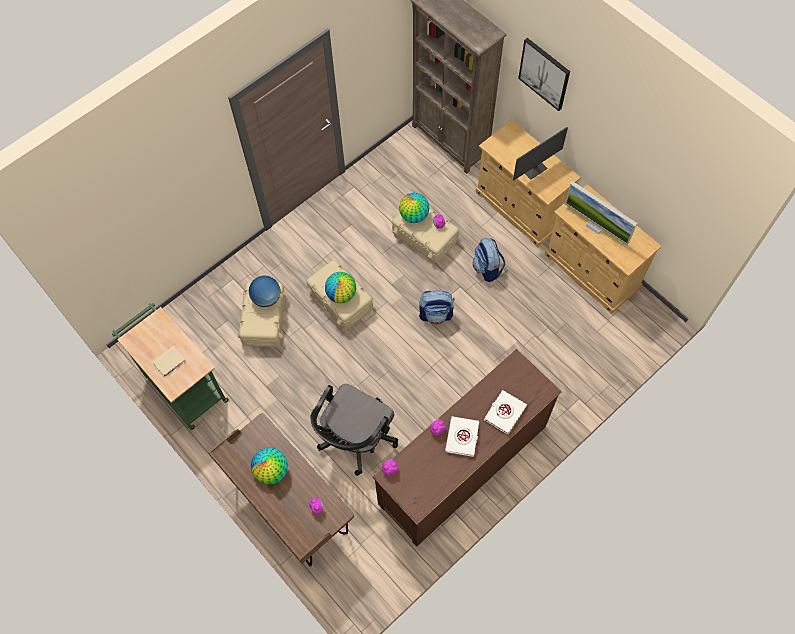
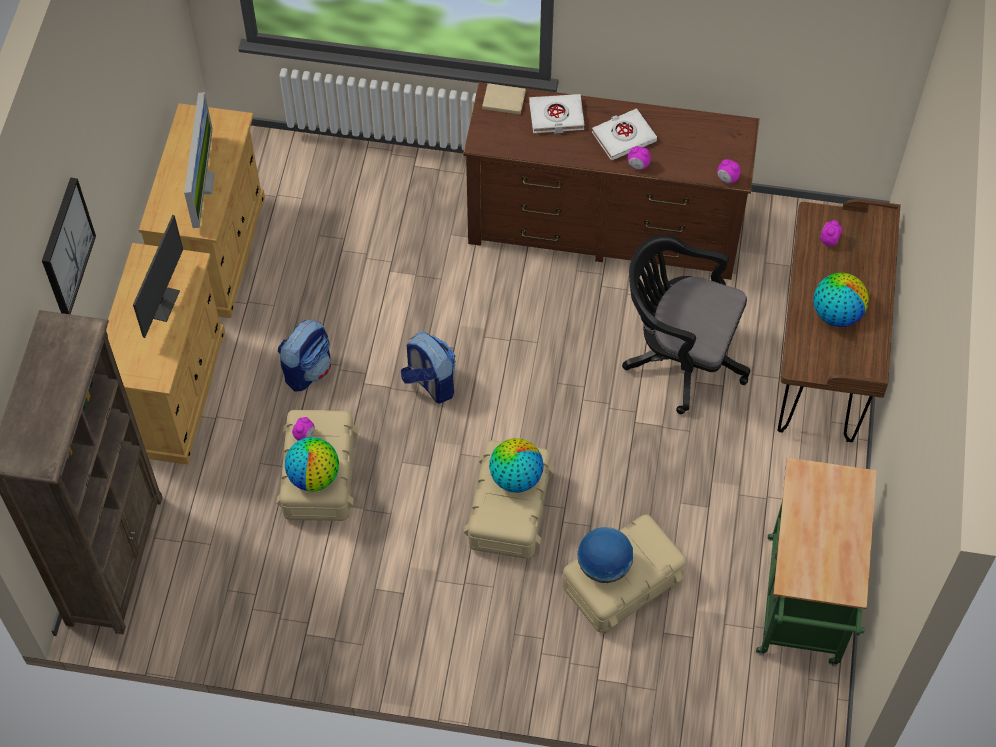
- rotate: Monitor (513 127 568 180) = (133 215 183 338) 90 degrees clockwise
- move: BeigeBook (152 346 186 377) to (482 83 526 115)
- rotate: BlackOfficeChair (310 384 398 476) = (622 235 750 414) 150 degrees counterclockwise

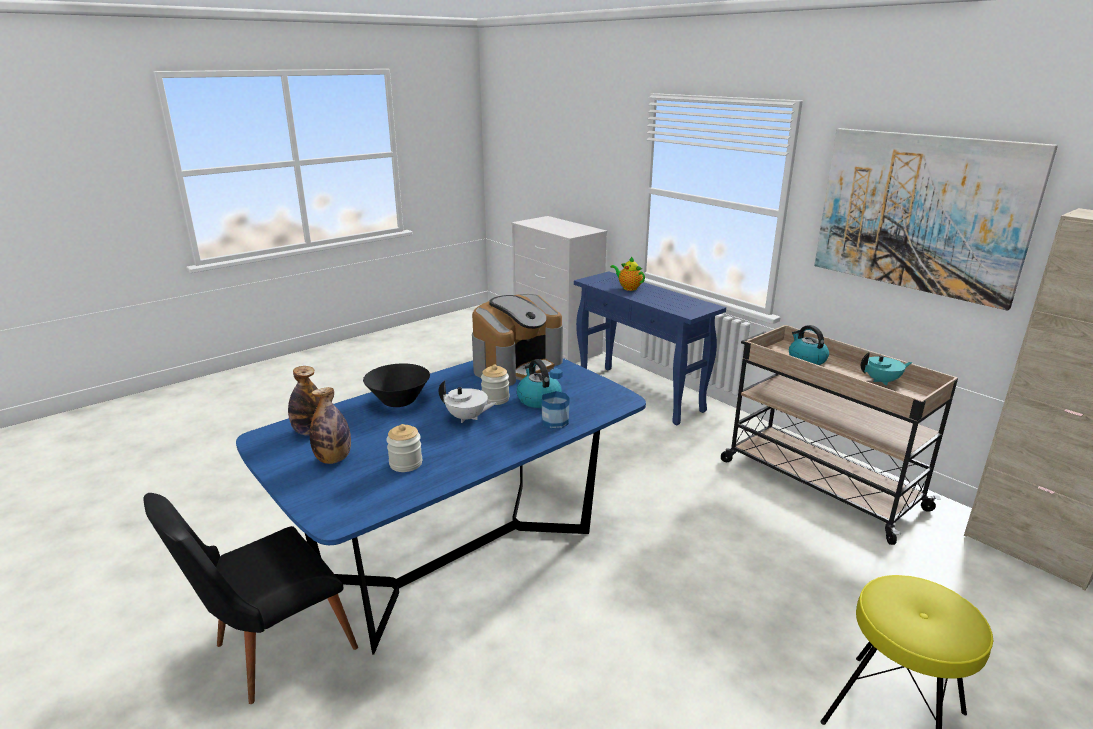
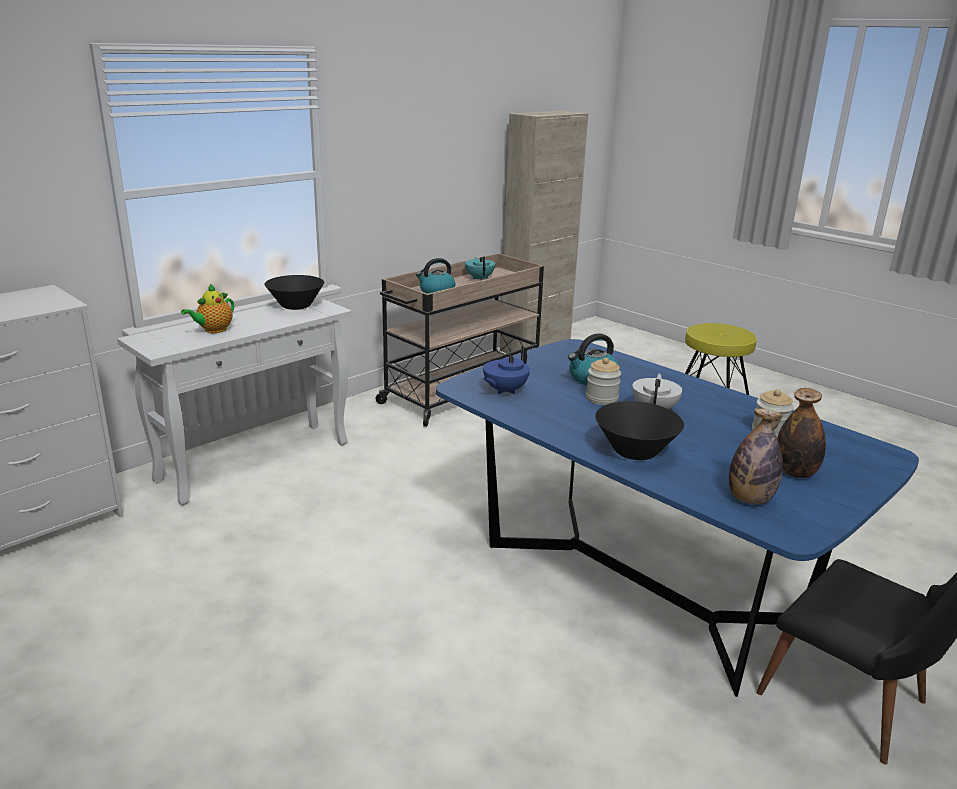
- delete: Picture (814 128 1058 311)
- recolor: BlueConsoleTable (574 271 726 425) to WhiteConsoleTable (117 296 352 505)
- replace: CoffeeMachine (472 294 563 386) to BlueTeapot (483 346 530 395)
- delete: Bottle (542 368 569 429)
- insert: BlackBowl (264 275 324 310)

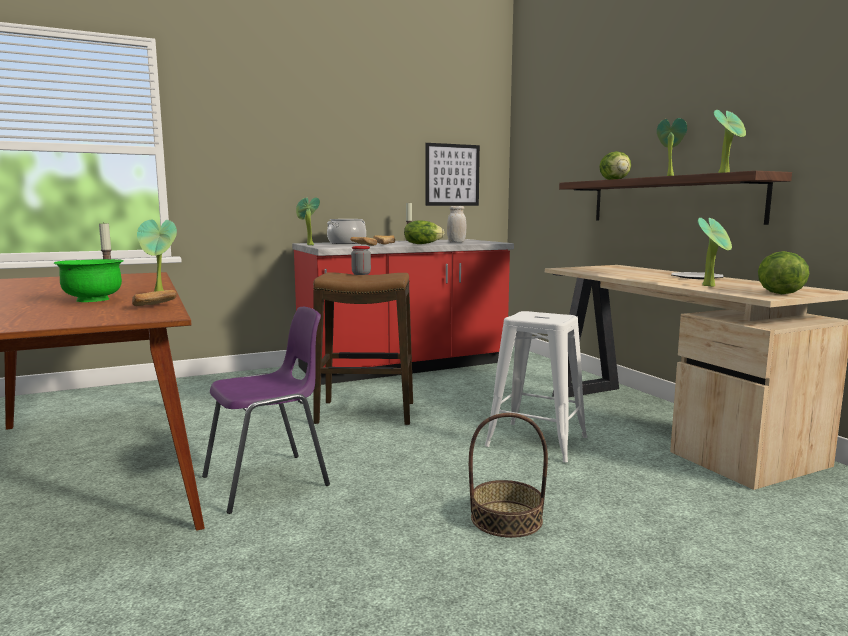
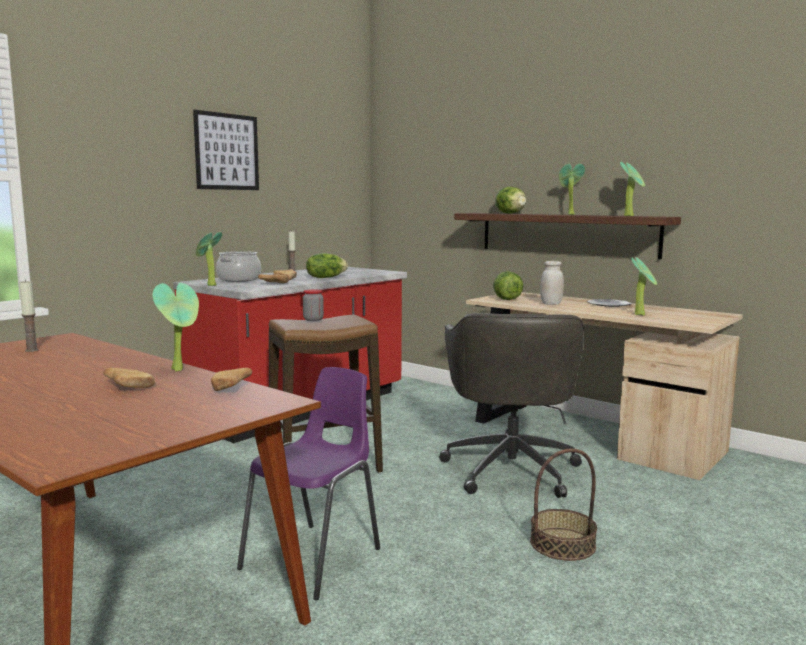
- move: Picture (426 143 480 206) to (193 110 259 190)
- move: WhiteJar (447 206 466 243) to (540 261 564 305)
- move: Lettuce (758 251 809 294) to (493 271 523 300)
- replace: GreenBowl (53 259 123 302) to Bread (103 368 155 388)
- replace: WhiteStool (485 311 587 462) to GreyOfficeChair (440 313 585 498)

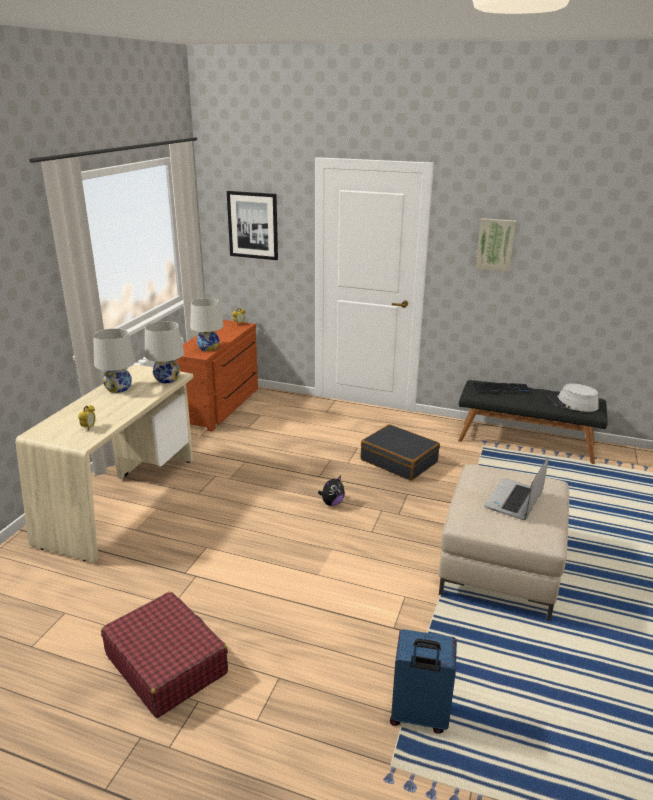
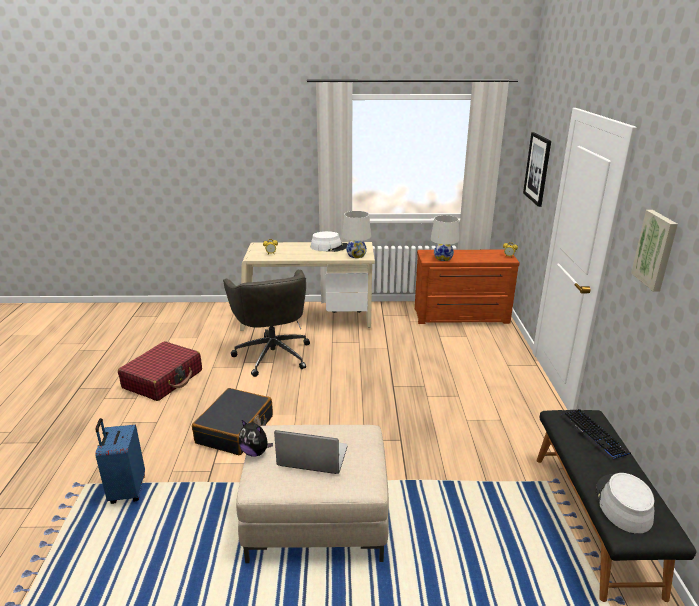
- replace: WhiteTableLamp (93 328 136 393) to WhiteHat (311 231 348 252)
- move: BlackSuitcase (361 424 440 481) to (192 388 273 455)
- move: PlushToy (318 476 345 506) to (239 420 273 456)
- insert: GreyOfficeChair (223 270 310 377)

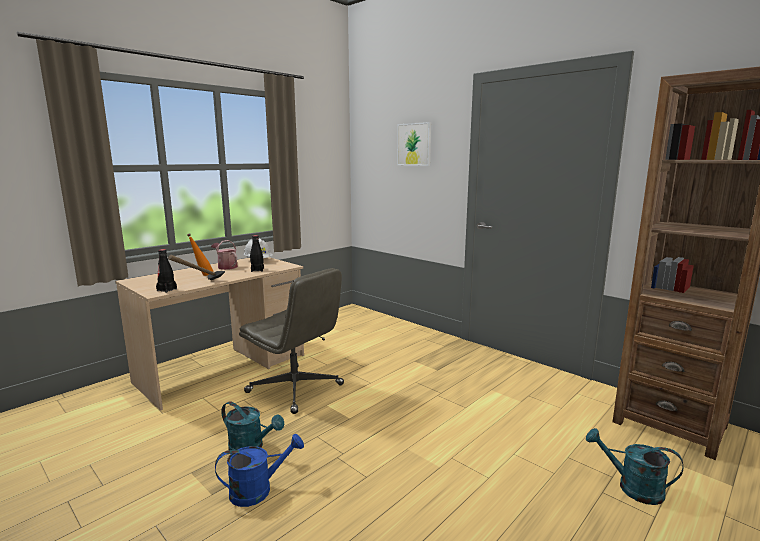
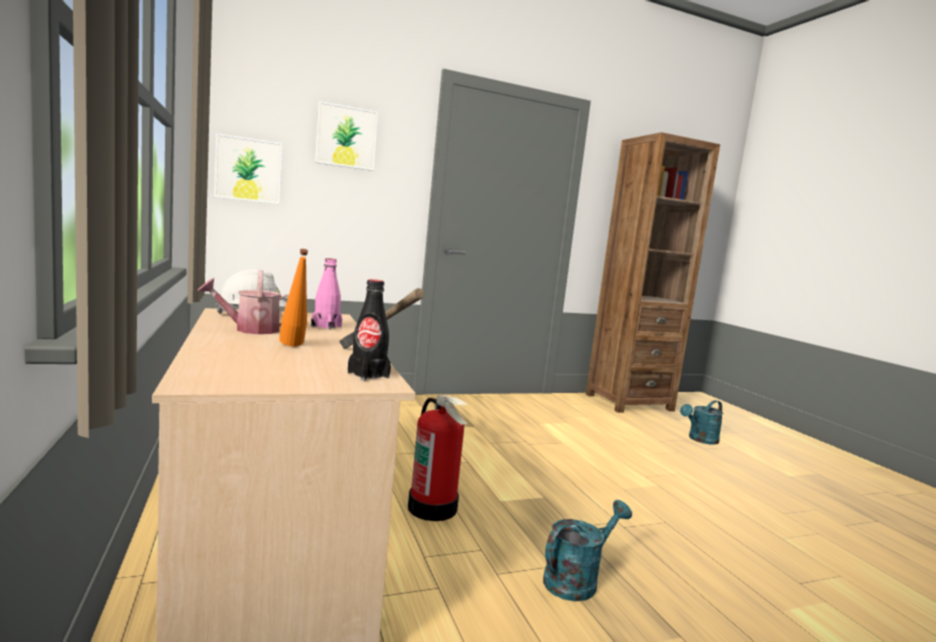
- recolor: BlackBottle (250 235 264 272) to PinkBottle (311 258 342 330)
- replace: GreyOfficeChair (239 268 344 414) to FireExtinguisher (408 395 468 521)
- delete: BlueWateringCan (215 434 304 507)
- insert: Picture (214 133 282 204)

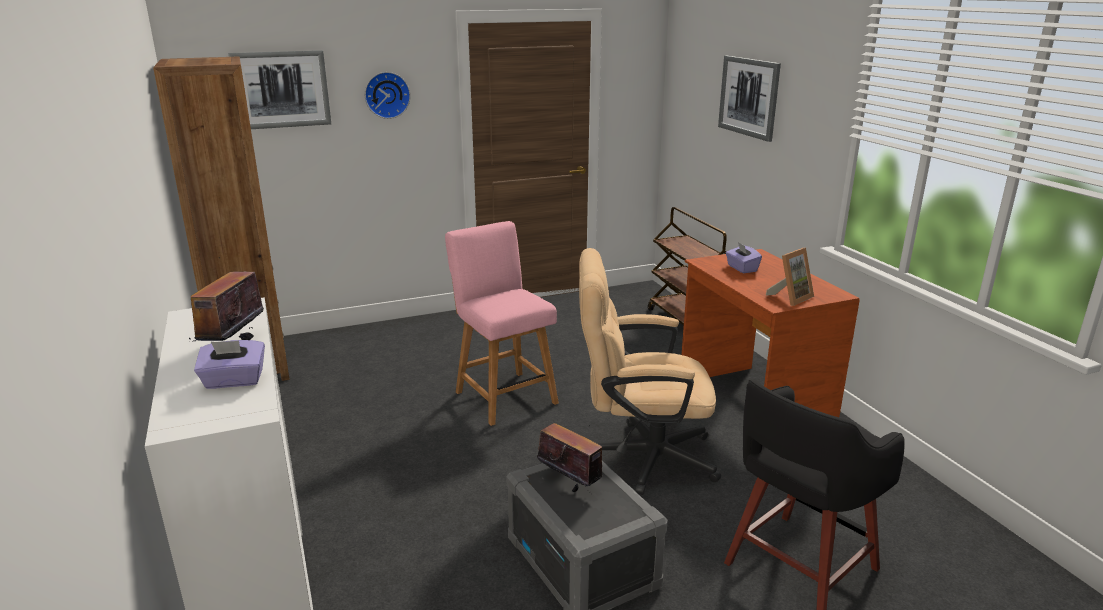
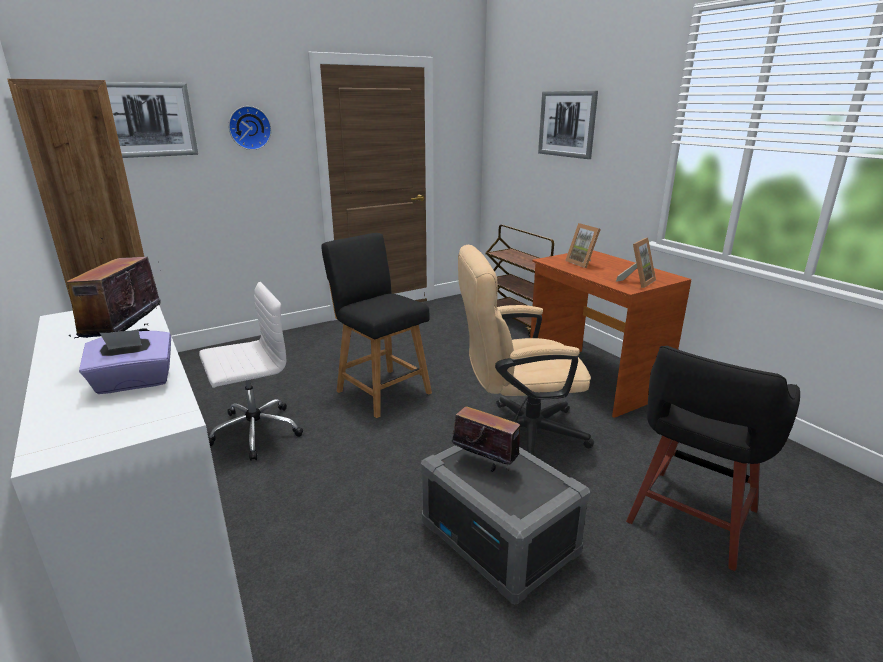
- recolor: PinkChair (445 221 559 426) to BlackChair (321 233 432 418)
- replace: PurpleTissueBox (726 242 762 273) to PictureFrame (565 223 601 268)
- insert: WhiteOfficeChair (199 282 303 461)

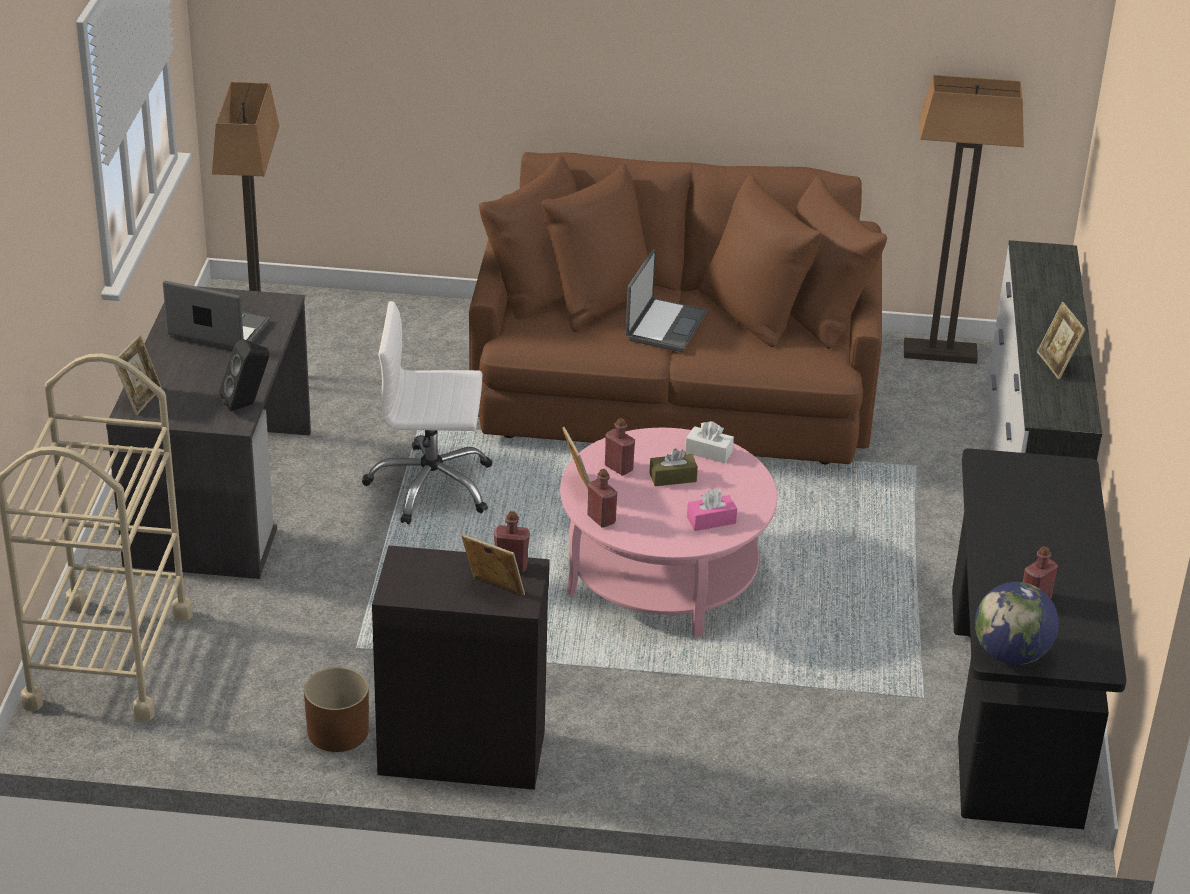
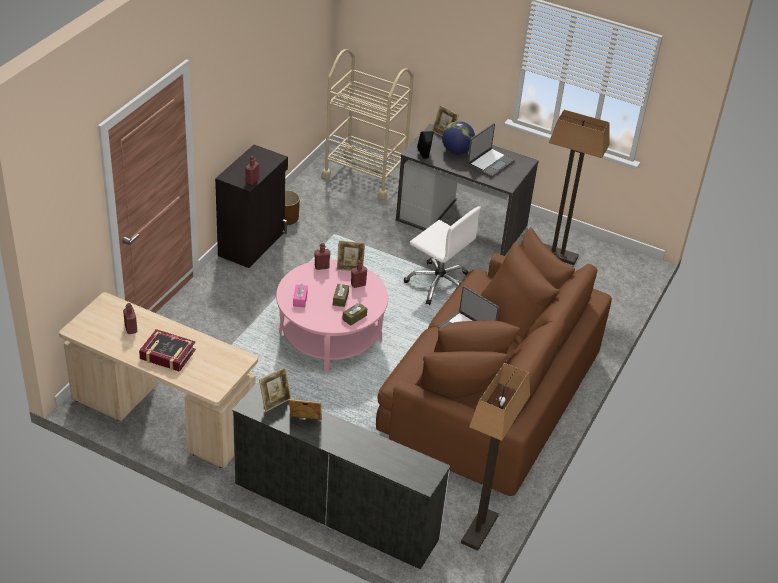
- rotate: WhiteOfficeChair (362 301 492 524) = (404 206 481 305) 105 degrees clockwise
- recolor: WhiteTissueBox (685 421 734 463) to BrownTissueBox (342 303 367 326)
- recolor: BlackDesk (952 449 1126 829) to BeigeDesk (59 292 258 469)
- move: PictureFrame (461 534 525 595) to (259 367 291 412)
- move: Globe (975 582 1059 665) to (442 121 475 154)
- insert: Book (139 329 196 372)

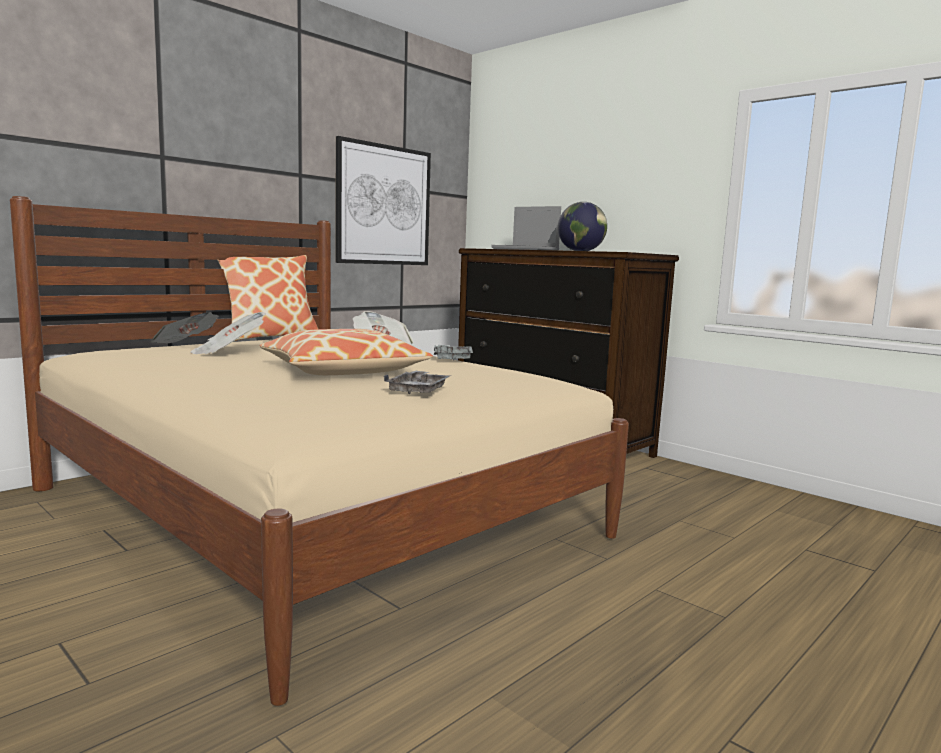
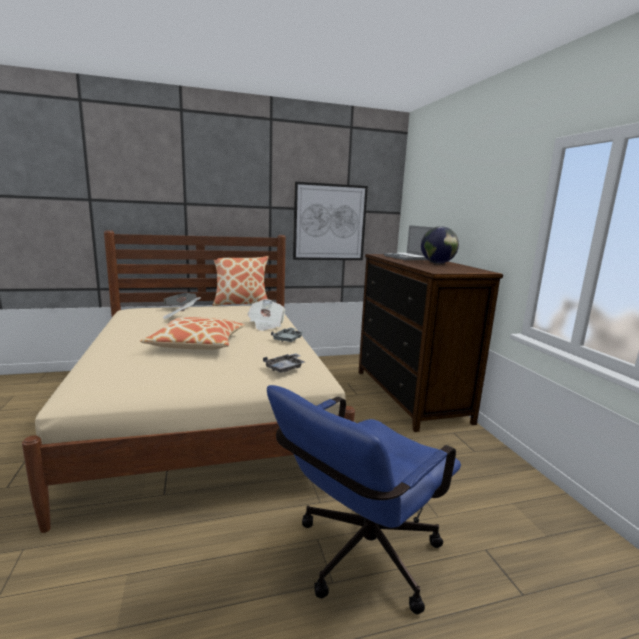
- move: GreyTray (384 370 450 394) to (263 353 305 373)
- insert: BlueOfficeChair (267 385 461 614)

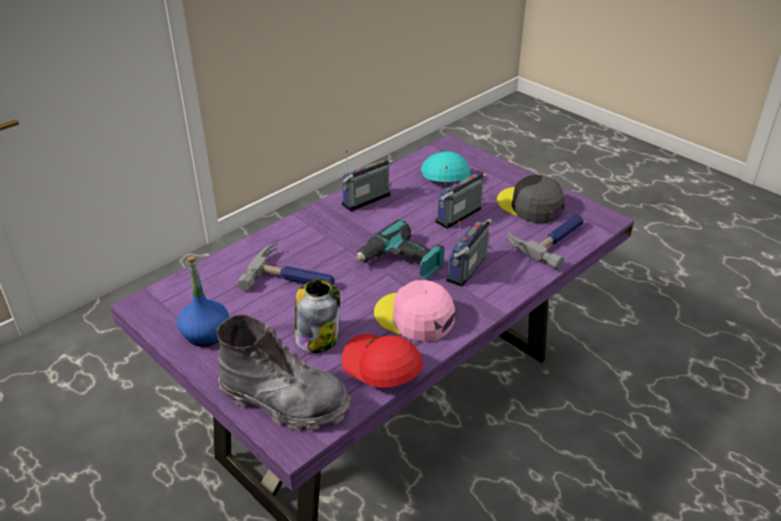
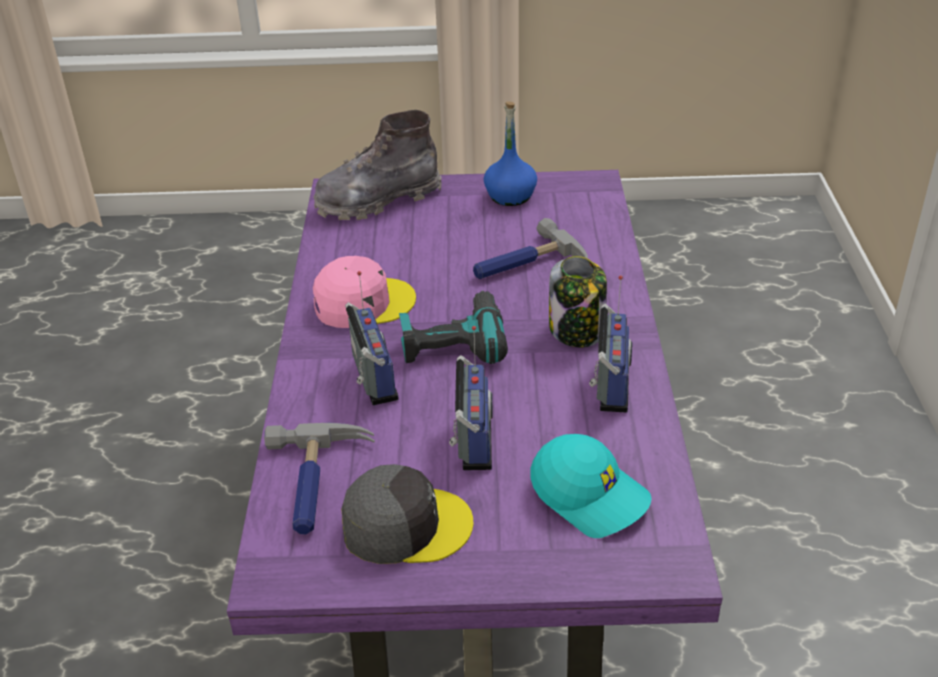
- move: Jar (295 279 340 353) to (549 256 607 347)
- delete: RedCap (342 334 423 388)

